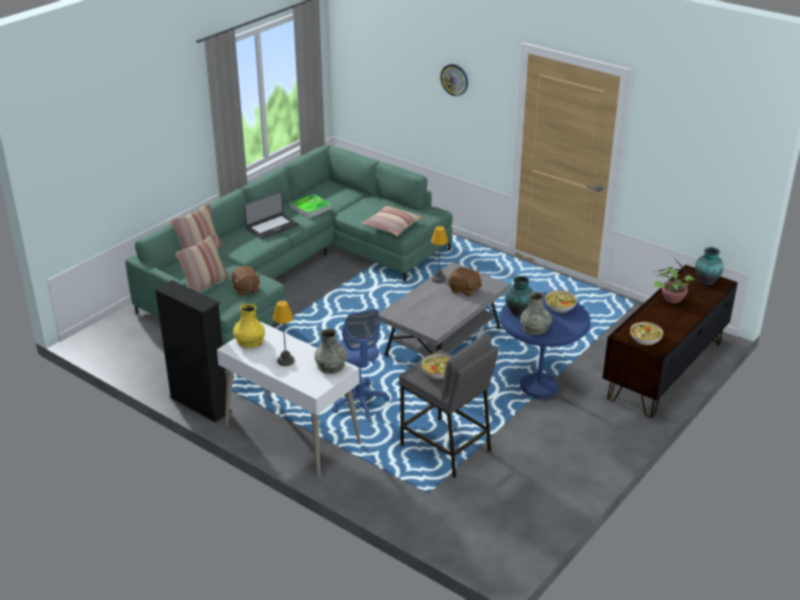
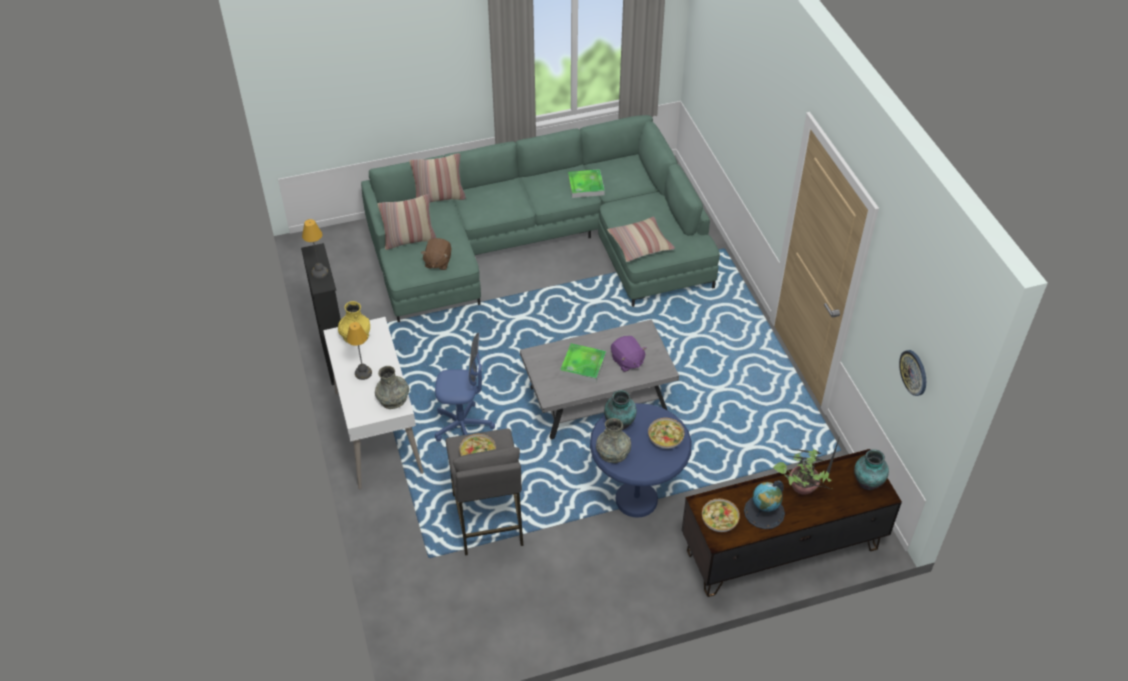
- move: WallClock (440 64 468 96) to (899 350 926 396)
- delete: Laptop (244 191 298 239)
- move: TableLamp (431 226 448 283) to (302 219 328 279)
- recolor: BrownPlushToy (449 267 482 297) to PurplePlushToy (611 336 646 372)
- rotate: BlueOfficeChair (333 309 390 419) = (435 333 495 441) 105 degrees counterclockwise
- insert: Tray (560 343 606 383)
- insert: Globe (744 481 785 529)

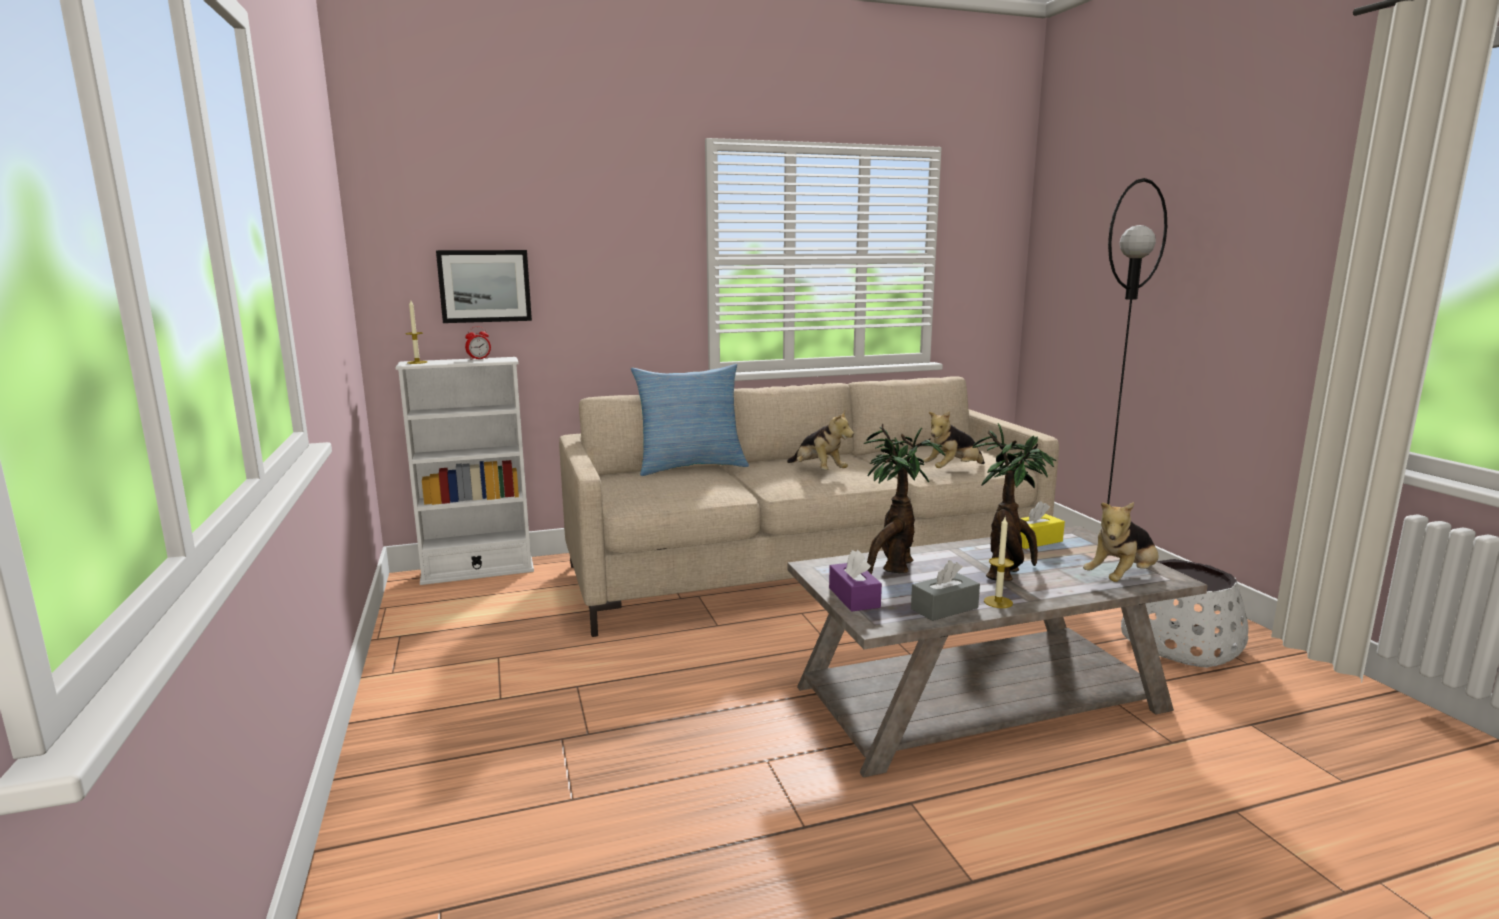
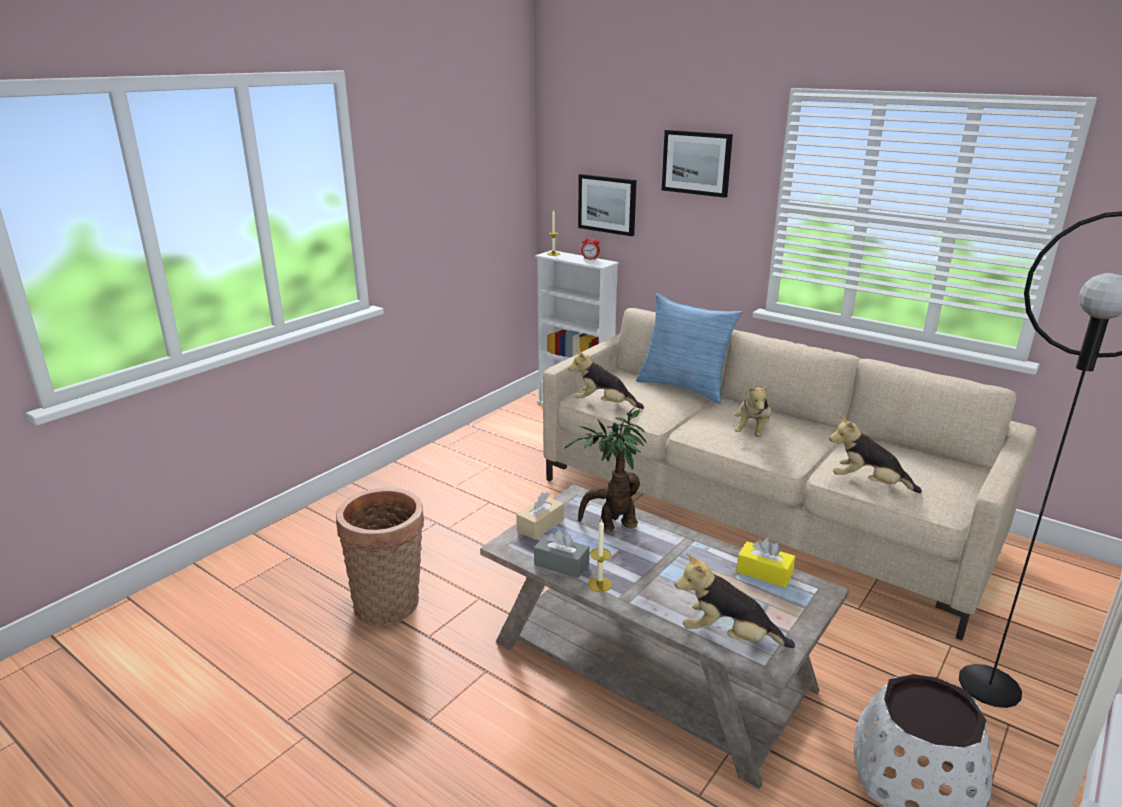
- delete: PottedPlant (972 423 1056 581)
- recolor: PurpleTissueBox (829 550 882 612) to BeigeTissueBox (516 492 564 540)
- insert: Picture (662 130 733 198)
- insert: PlushToy (568 349 644 409)
- insert: Basket (336 488 424 625)

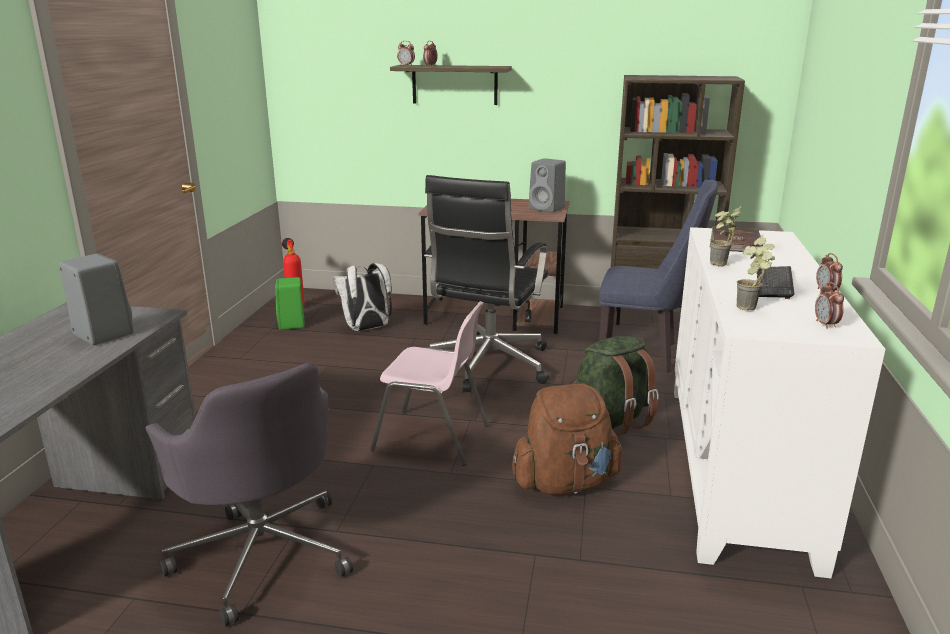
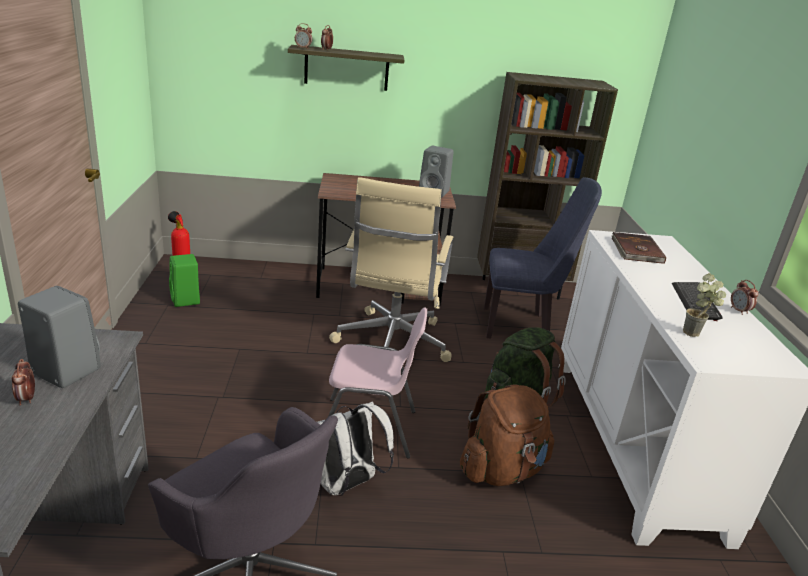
- recolor: BlackOfficeChair (424 175 549 392) to BeigeOfficeChair (329 177 454 362)
- delete: PottedPlant (710 206 741 266)
- move: WhiteBackpack (333 263 392 331) to (317 402 394 496)
- move: AlarmClock (815 282 844 329) to (12 359 35 405)

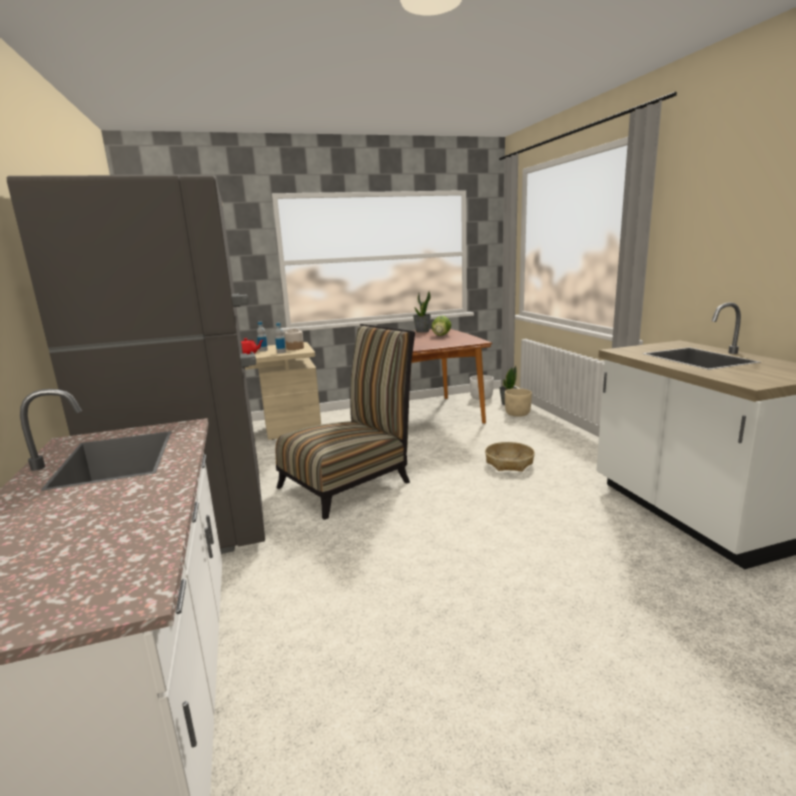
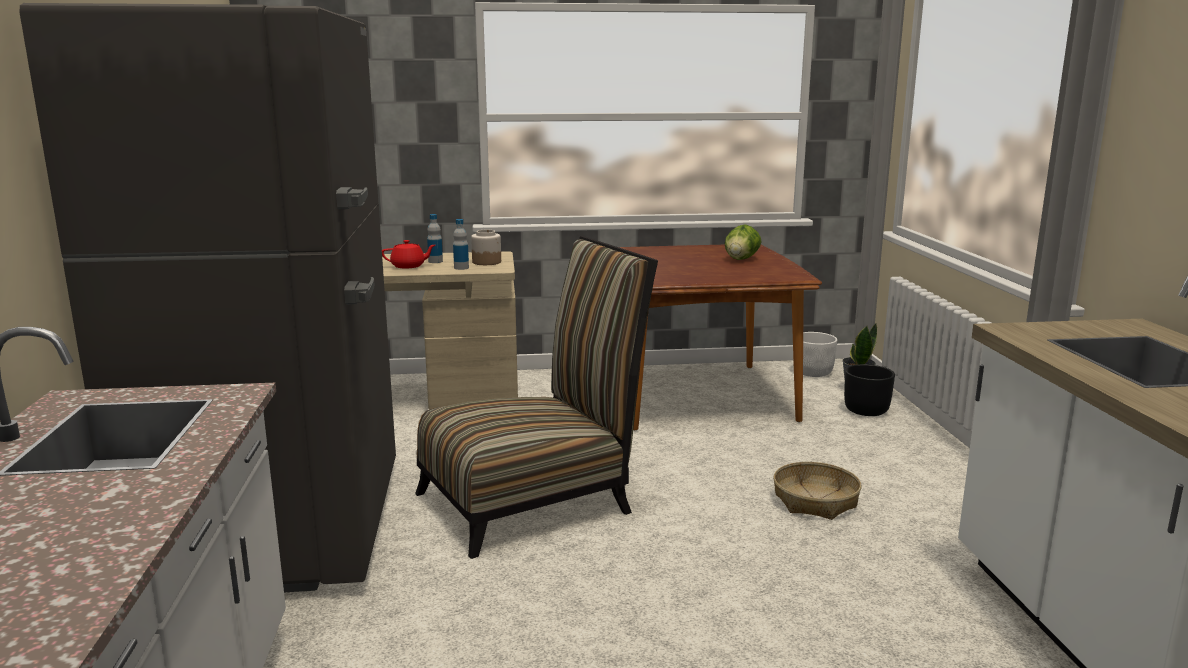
- delete: PottedPlant (413 291 431 333)
- recolor: BeigePlanter (505 388 532 417) to BlackPlanter (844 364 895 416)

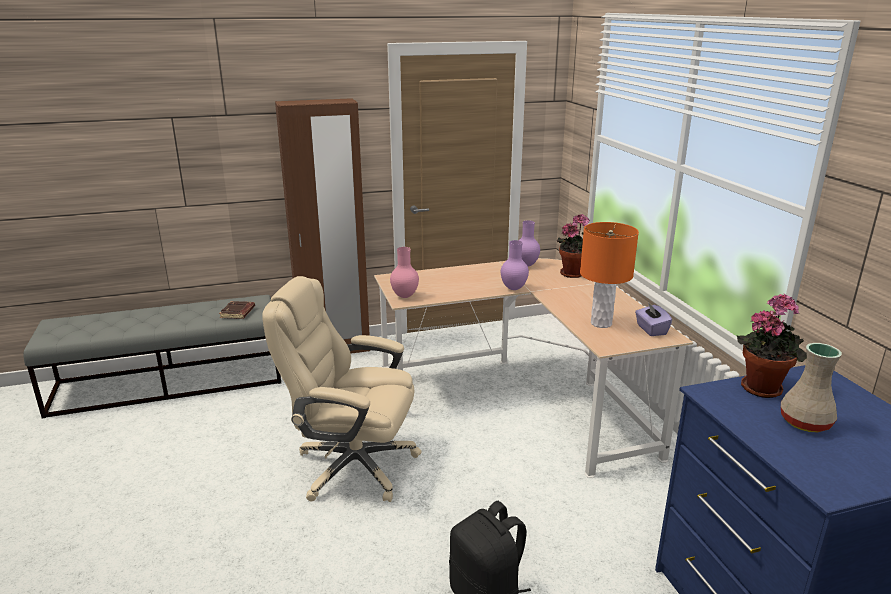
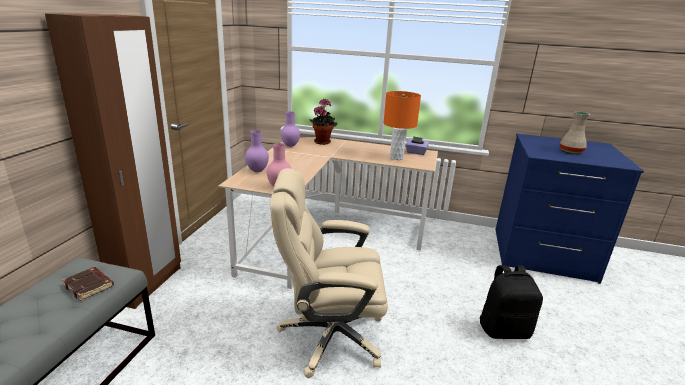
- move: PurpleVase (501 240 529 290) to (245 130 269 172)
- rotate: BeigeOfficeChair (262 276 422 502) = (270 168 388 378) 45 degrees clockwise
- delete: PottedPlant (737 293 807 398)

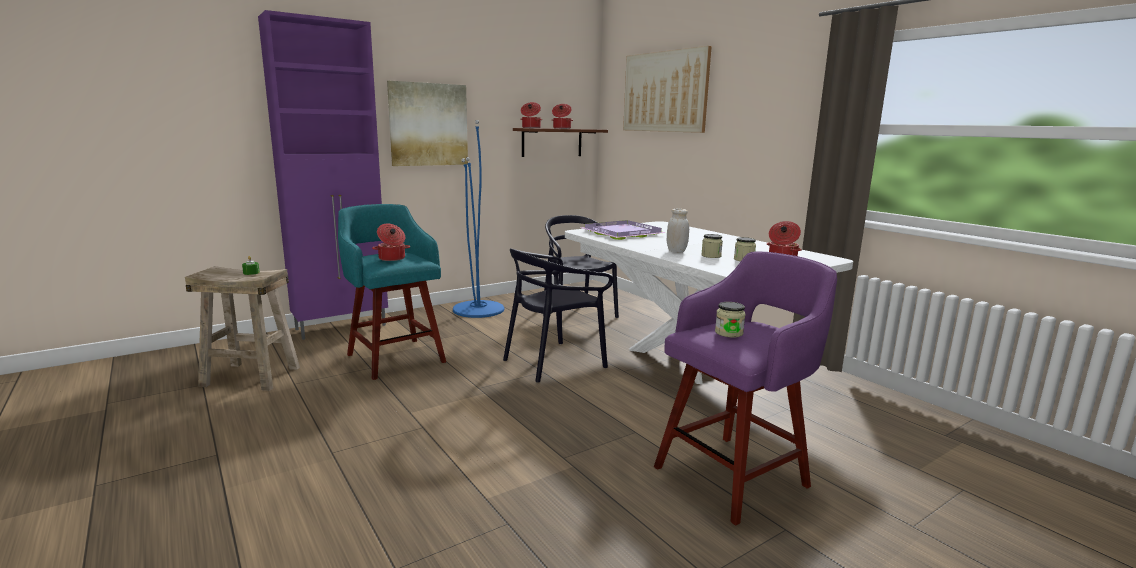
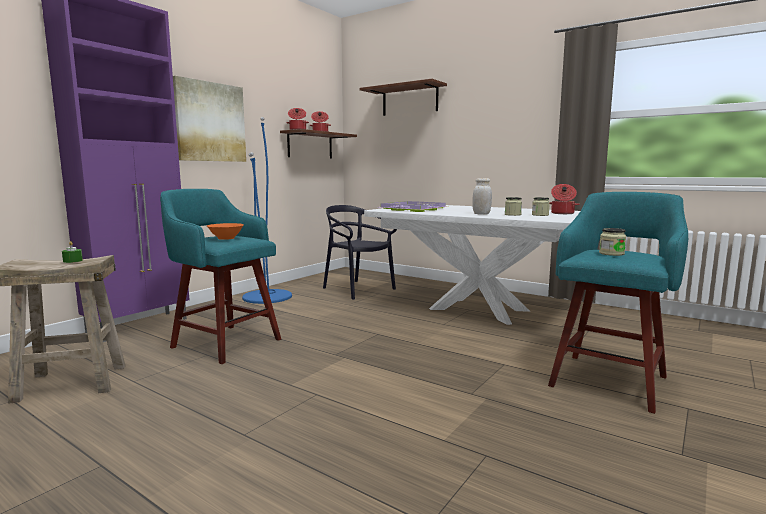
- replace: Picture (623 46 712 133) to BrownShelf (360 79 447 116)
- replace: CookingPot (372 223 410 261) to OrangeBowl (207 223 244 240)
- delete: BlackChair (503 248 613 383)
- recolor: PurpleStool (654 252 837 526) to TurquoiseStool (548 192 688 414)

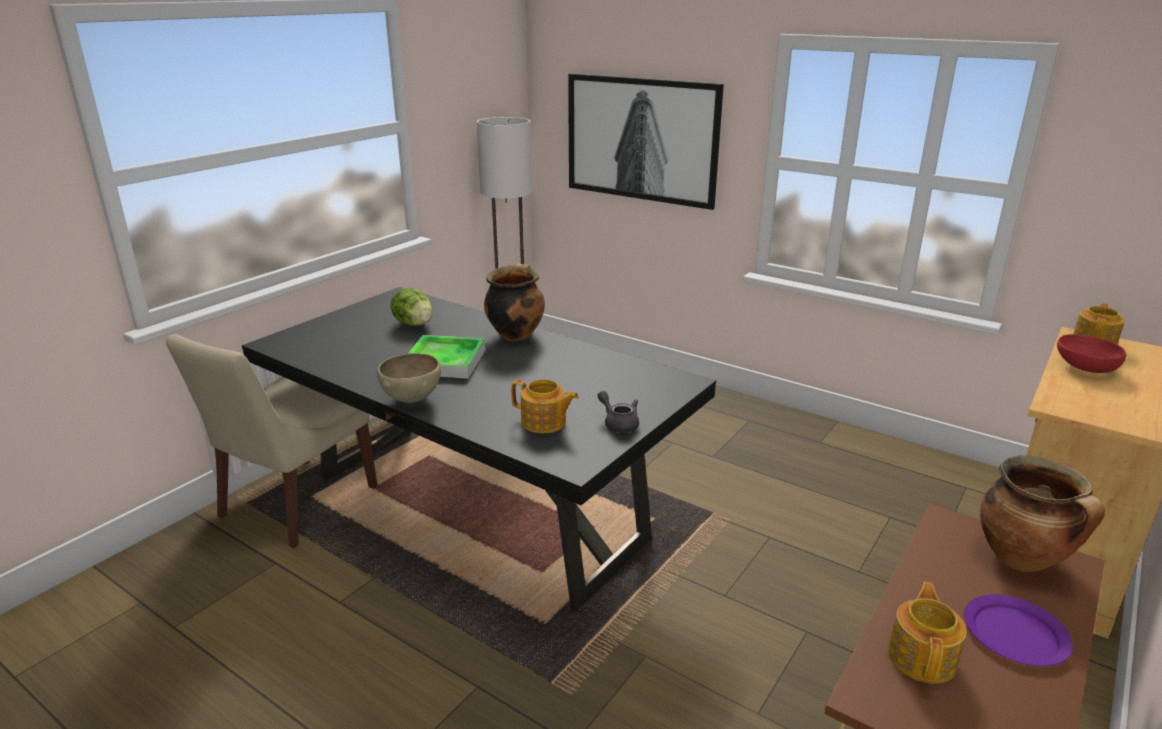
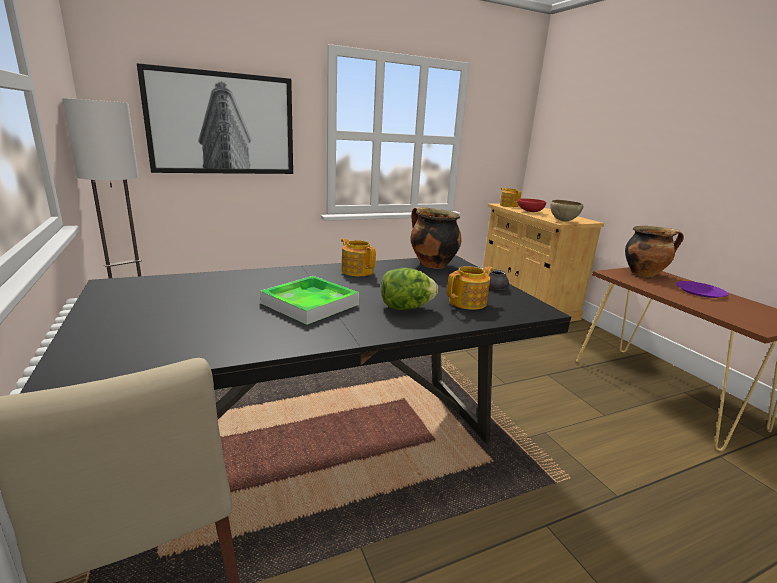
- move: CookingPot (484 263 545 341) to (410 207 462 269)
- move: Lettuce (391 288 433 326) to (381 268 438 310)
- move: BrownBowl (377 353 441 403) to (550 200 583 222)
- move: Teapot (888 582 967 684) to (341 238 376 276)

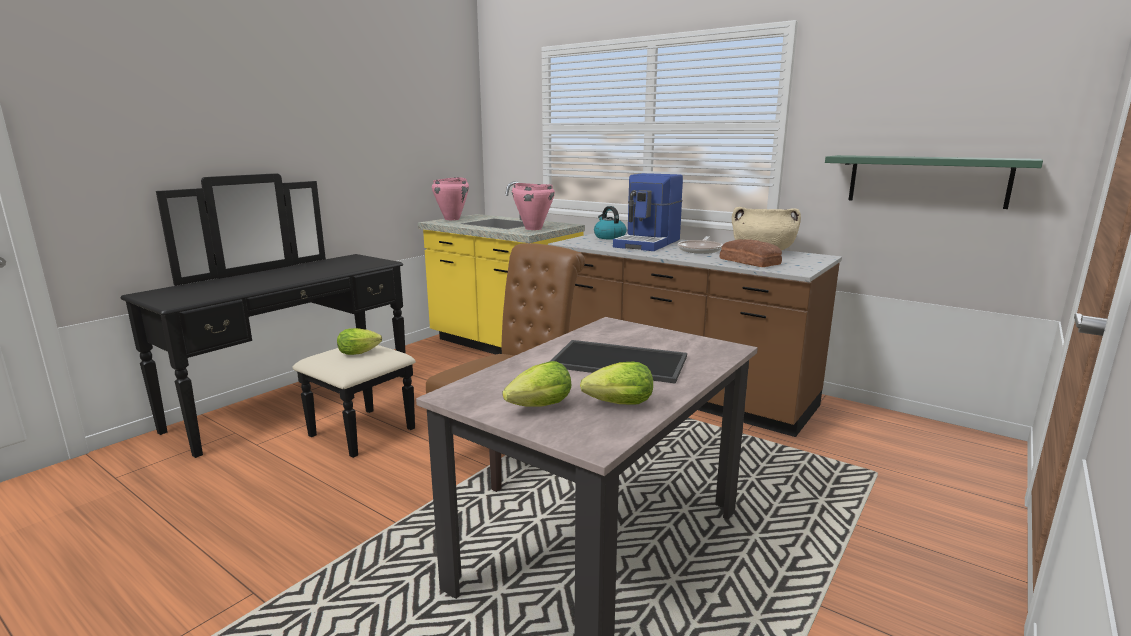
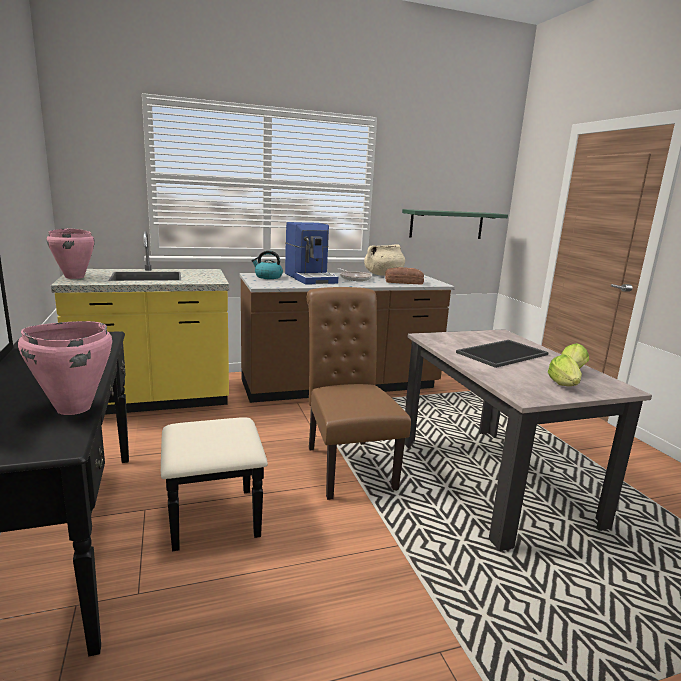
- move: PinkCookingPot (512 183 555 230) to (18 321 113 415)
- delete: Lettuce (337 328 382 355)

